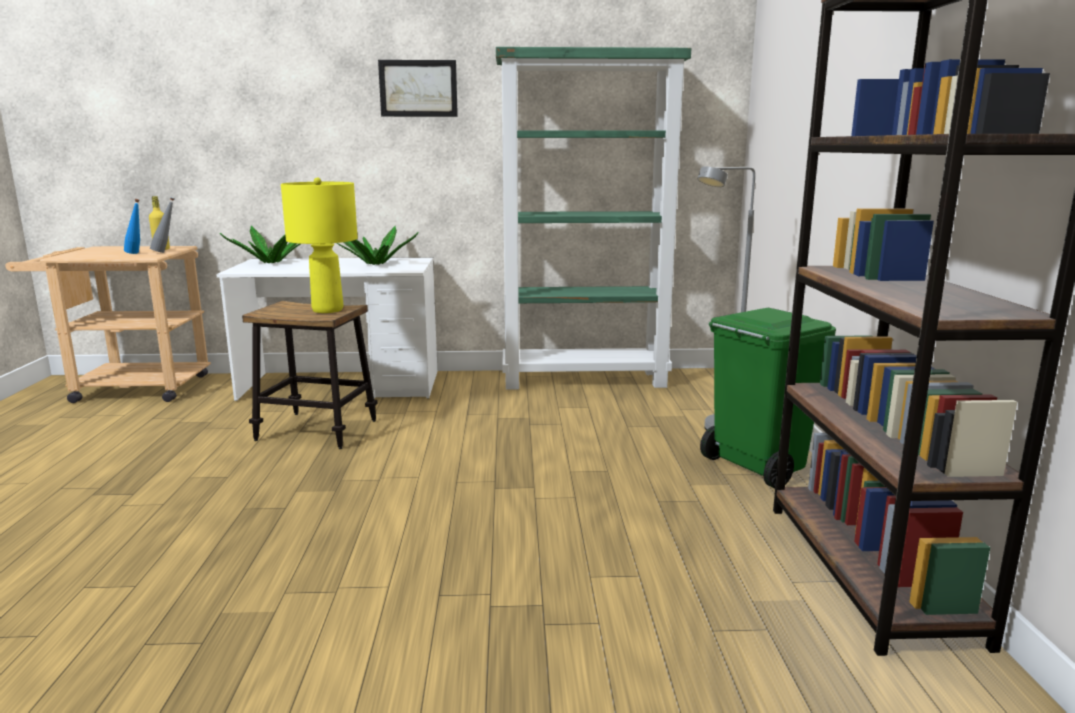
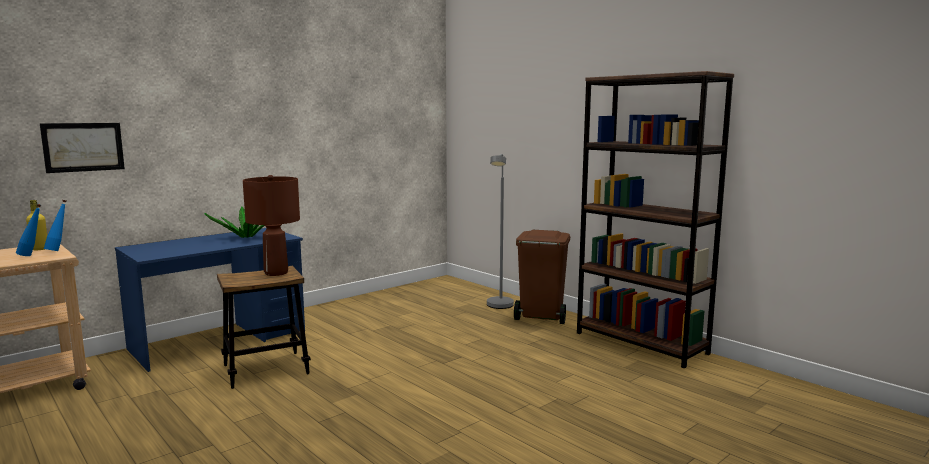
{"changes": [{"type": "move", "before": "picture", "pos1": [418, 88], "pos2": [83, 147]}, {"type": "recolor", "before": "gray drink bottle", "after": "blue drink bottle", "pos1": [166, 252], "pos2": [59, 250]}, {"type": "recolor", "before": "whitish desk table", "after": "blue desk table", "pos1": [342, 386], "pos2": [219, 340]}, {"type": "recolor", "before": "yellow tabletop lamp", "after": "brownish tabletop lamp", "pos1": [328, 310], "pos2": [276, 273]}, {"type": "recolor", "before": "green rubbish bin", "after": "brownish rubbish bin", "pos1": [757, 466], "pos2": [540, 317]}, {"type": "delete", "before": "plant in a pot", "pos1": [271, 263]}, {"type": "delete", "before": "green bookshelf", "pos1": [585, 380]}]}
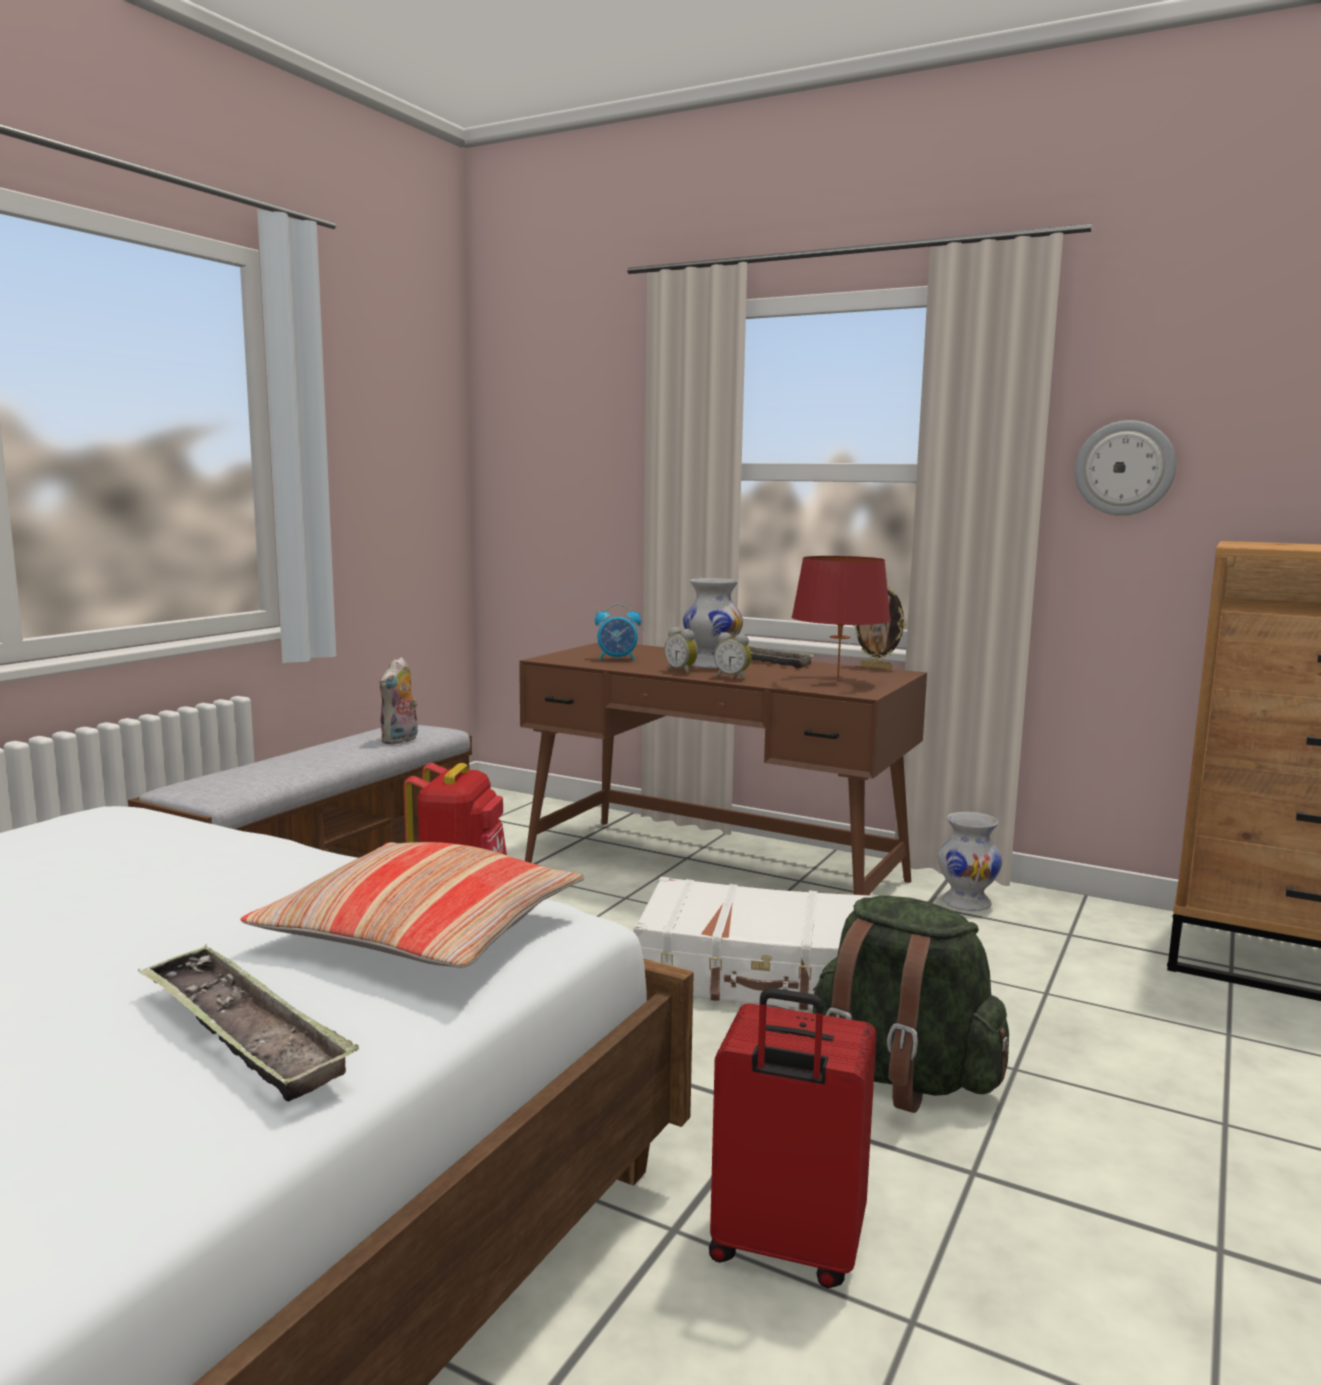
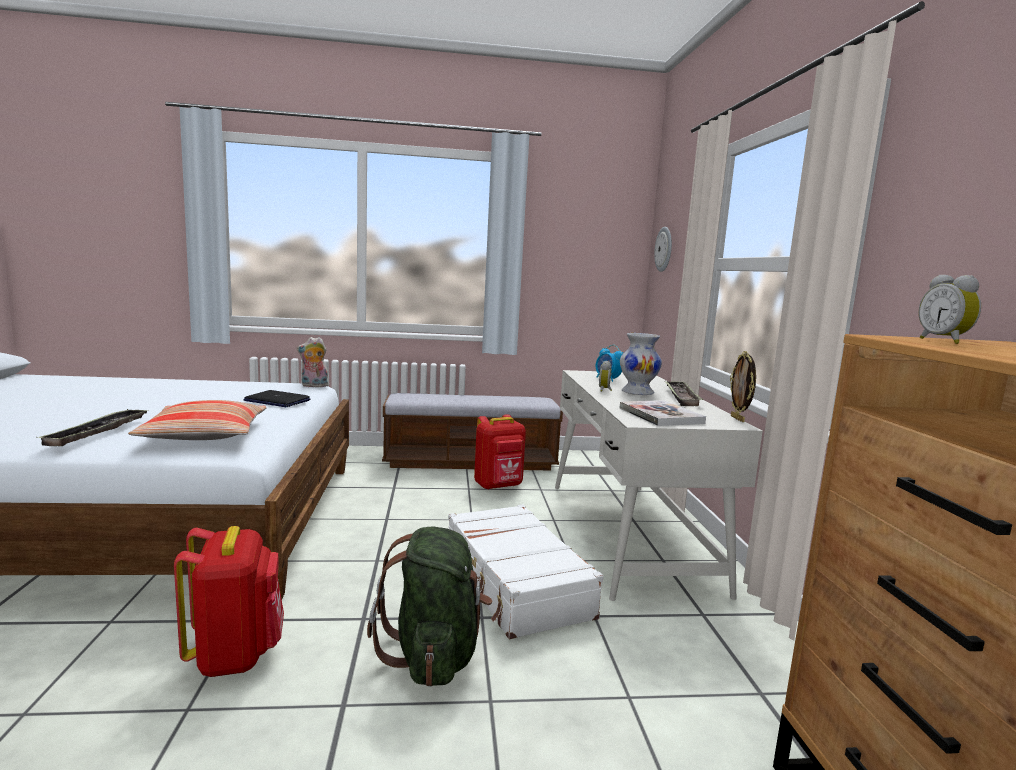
{"changes": [{"type": "replace", "before": "red-coloured suitcase", "after": "red-coloured rucksack", "pos1": [785, 1249], "pos2": [235, 654]}, {"type": "insert", "after": "portable computer", "pos2": [277, 400]}, {"type": "move", "before": "soft toy", "pos1": [400, 740], "pos2": [314, 386]}, {"type": "recolor", "before": "brownish desk table", "after": "whitish desk table", "pos1": [715, 872], "pos2": [628, 533]}, {"type": "replace", "before": "red-coloured tabletop lamp", "after": "book", "pos1": [838, 682], "pos2": [660, 415]}, {"type": "move", "before": "clock on the wall", "pos1": [1124, 468], "pos2": [664, 249]}, {"type": "move", "before": "bedside clock", "pos1": [733, 677], "pos2": [945, 341]}, {"type": "delete", "before": "whitish flower vase", "pos1": [966, 903]}]}
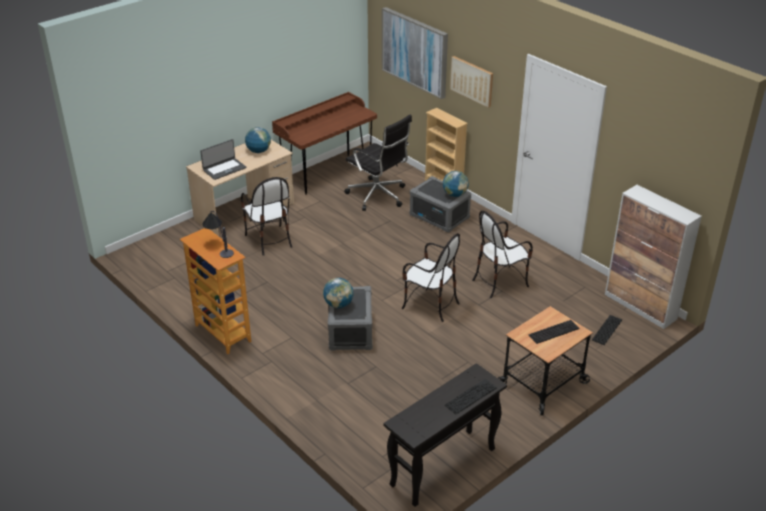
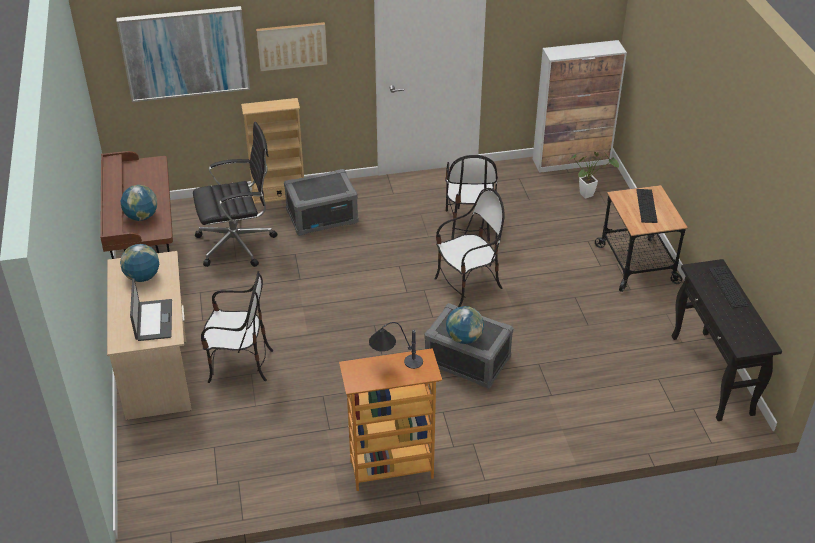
{"changes": [{"type": "move", "before": "world globe", "pos1": [455, 194], "pos2": [141, 216]}, {"type": "replace", "before": "computer keyboard", "after": "plant in a pot", "pos1": [607, 330], "pos2": [589, 194]}]}
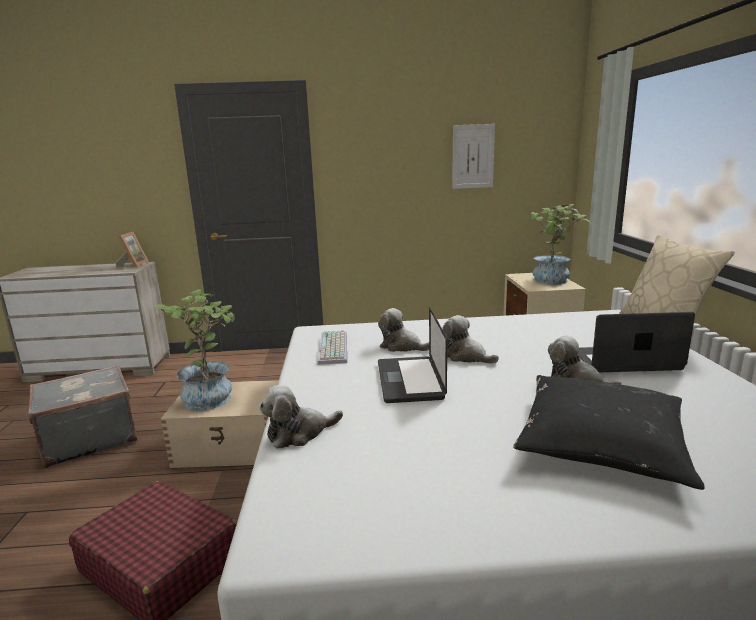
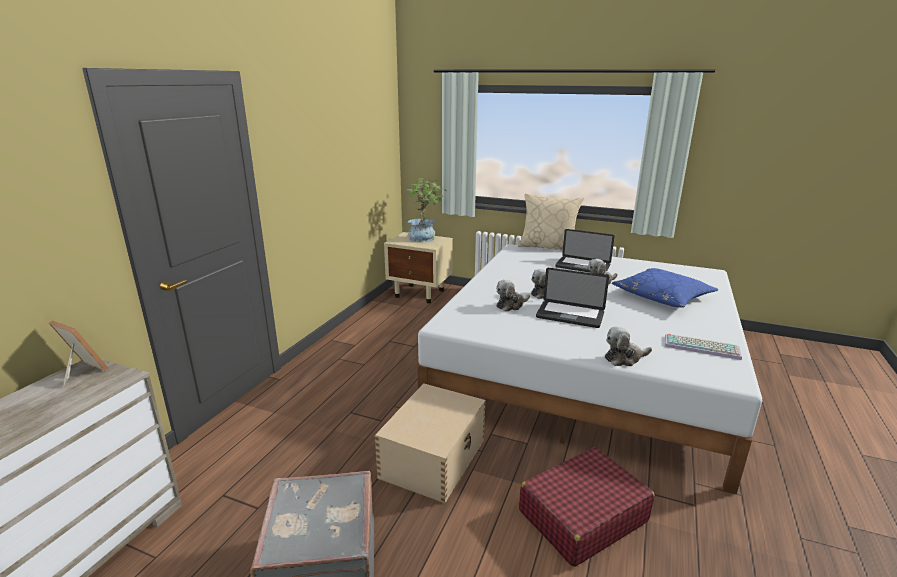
{"changes": [{"type": "rotate", "before": "portable computer", "pos1": [625, 361], "pos2": [582, 266], "turn": -90}, {"type": "rotate", "before": "soft toy", "pos1": [299, 433], "pos2": [624, 358], "turn": 75}, {"type": "recolor", "before": "black pillow", "after": "blue pillow", "pos1": [601, 442], "pos2": [662, 296]}, {"type": "move", "before": "computer keyboard", "pos1": [334, 348], "pos2": [702, 347]}, {"type": "delete", "before": "plant in a pot", "pos1": [211, 396]}, {"type": "delete", "before": "picture", "pos1": [473, 156]}]}
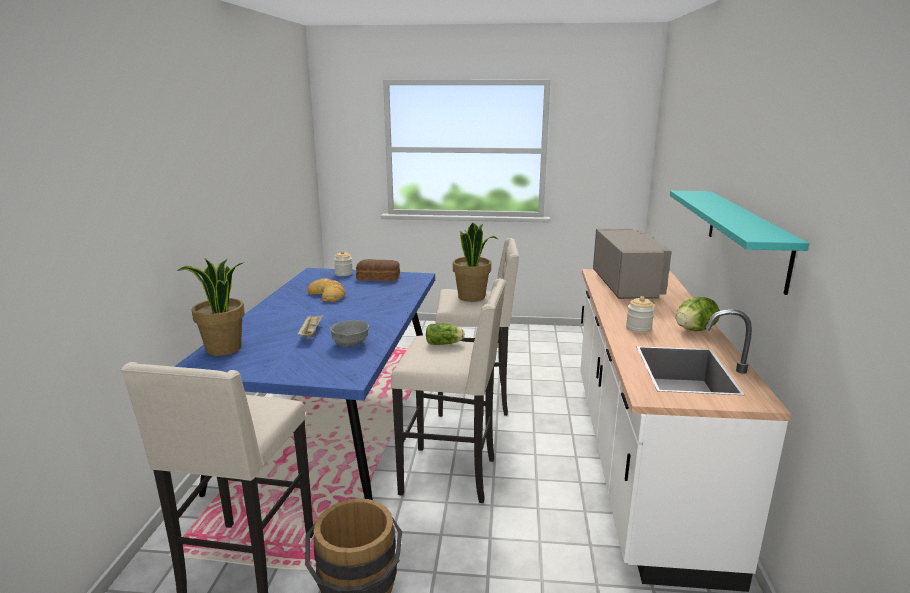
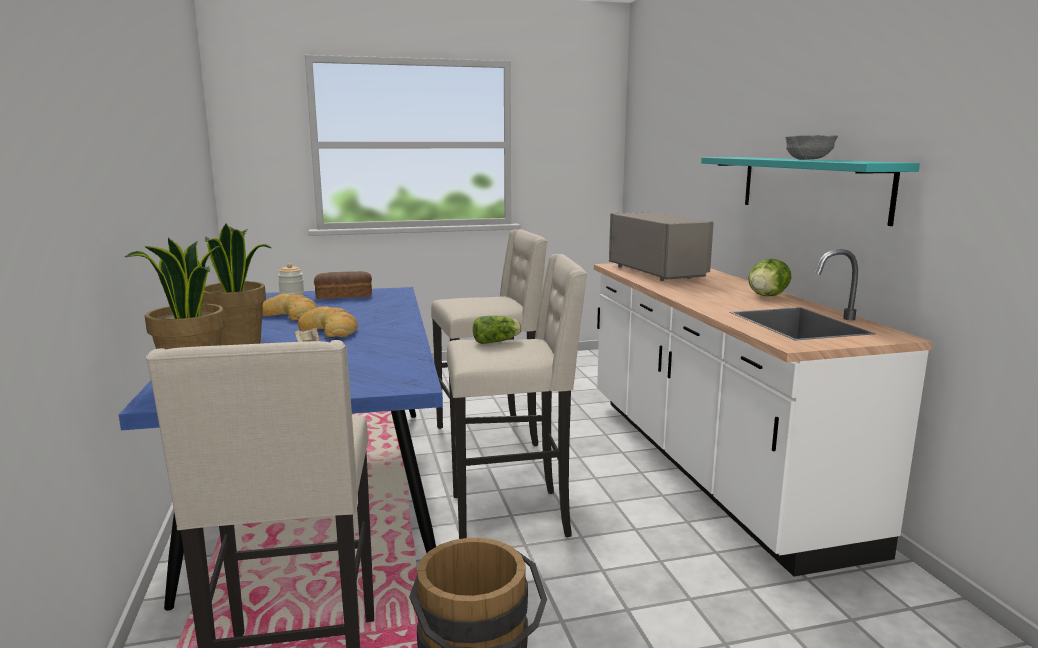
{"changes": [{"type": "move", "before": "plant in a pot", "pos1": [472, 297], "pos2": [239, 344]}, {"type": "insert", "after": "bread", "pos2": [330, 330]}, {"type": "move", "before": "gray serving bowl", "pos1": [350, 344], "pos2": [809, 159]}, {"type": "delete", "before": "storage jar", "pos1": [638, 328]}]}
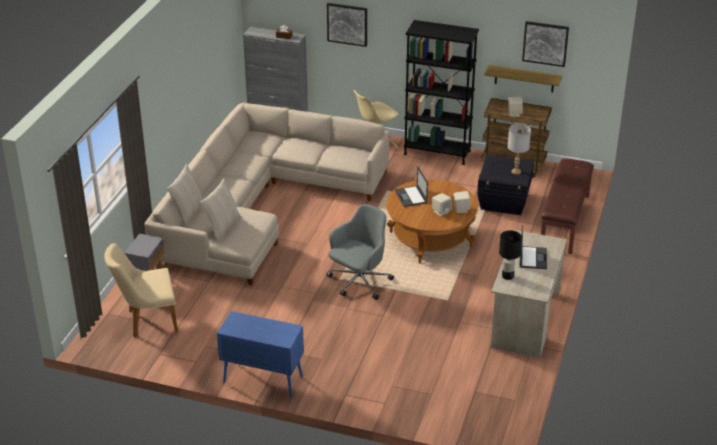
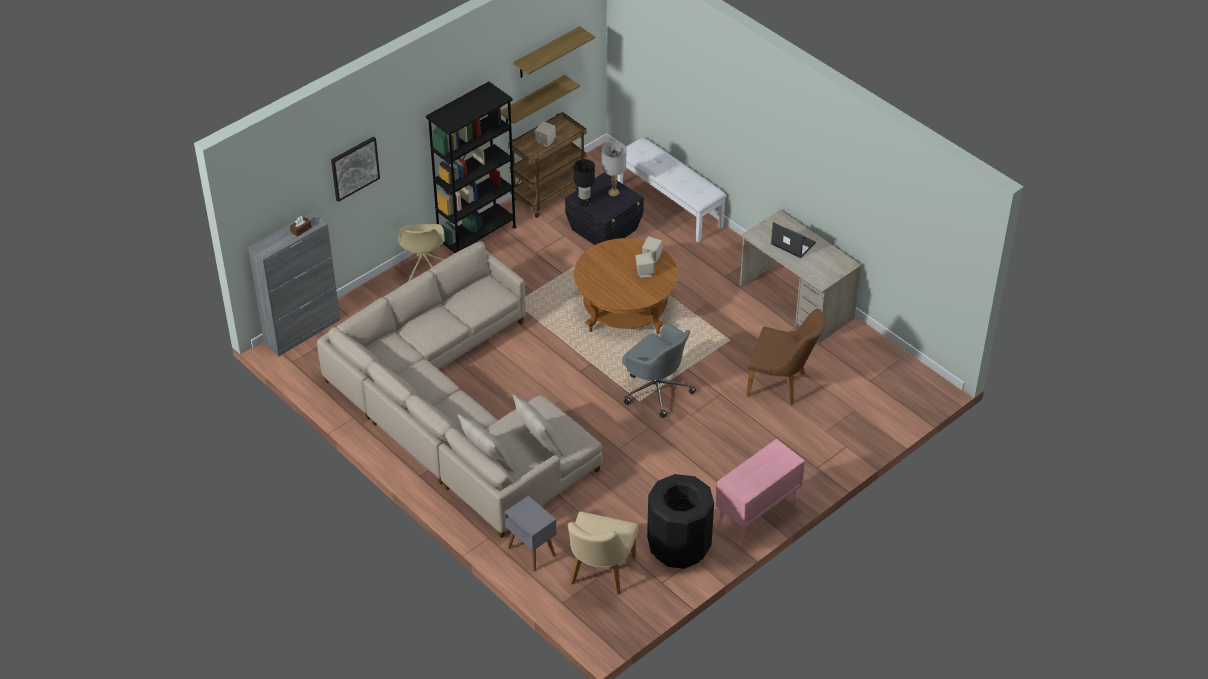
{"changes": [{"type": "replace", "before": "picture", "after": "shelf", "pos1": [545, 43], "pos2": [546, 53]}, {"type": "move", "before": "black tabletop lamp", "pos1": [507, 276], "pos2": [584, 203]}, {"type": "recolor", "before": "brownish bench", "after": "whitish bench", "pos1": [565, 221], "pos2": [670, 205]}, {"type": "rotate", "before": "gray desk chair", "pos1": [359, 282], "pos2": [656, 389], "turn": 150}, {"type": "insert", "after": "black rubbish bin", "pos2": [678, 547]}, {"type": "recolor", "before": "blue storage cabinet", "after": "pink storage cabinet", "pos1": [262, 380], "pos2": [756, 519]}, {"type": "insert", "after": "brownish chair", "pos2": [782, 385]}, {"type": "delete", "before": "portable computer", "pos1": [411, 197]}]}
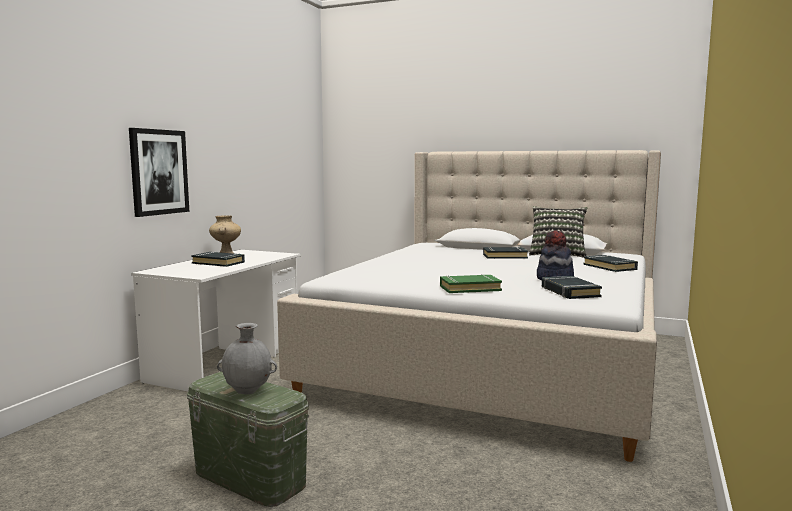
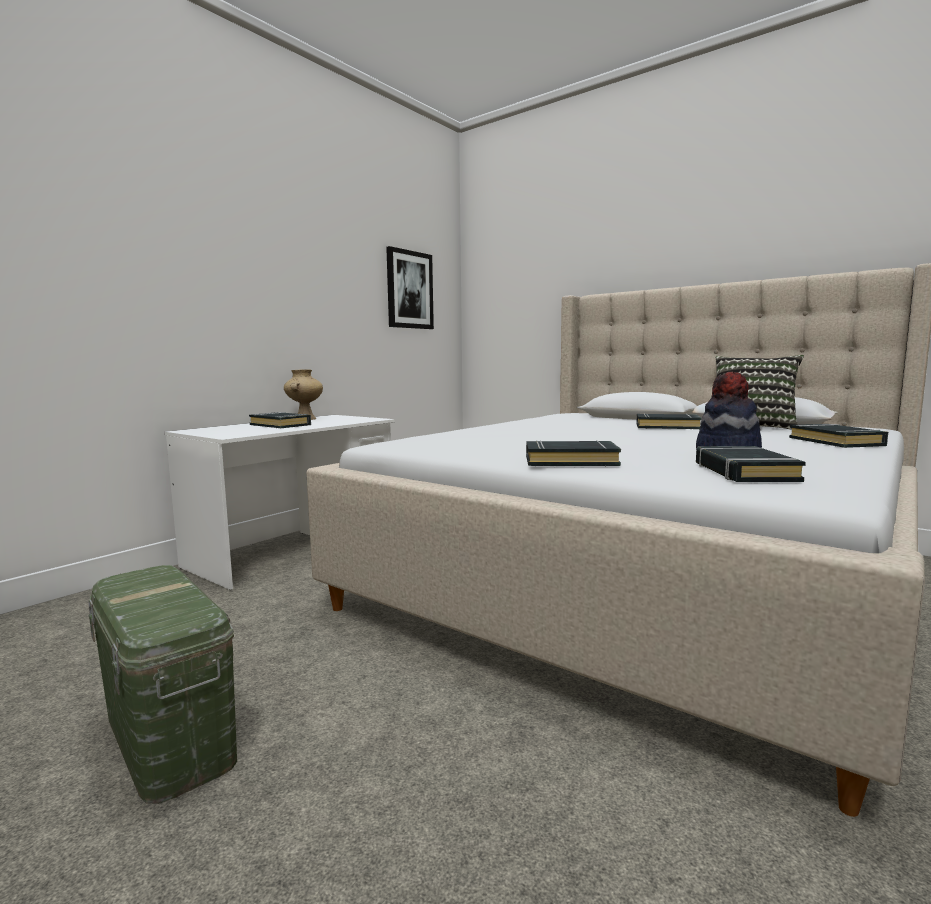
{"changes": [{"type": "move", "before": "picture", "pos1": [159, 172], "pos2": [409, 290]}, {"type": "recolor", "before": "green book", "after": "black book", "pos1": [469, 288], "pos2": [570, 461]}, {"type": "delete", "before": "gray flower vase", "pos1": [248, 391]}]}
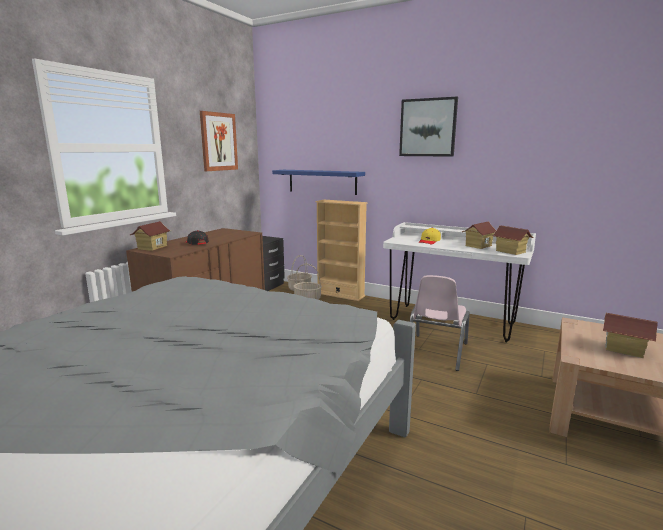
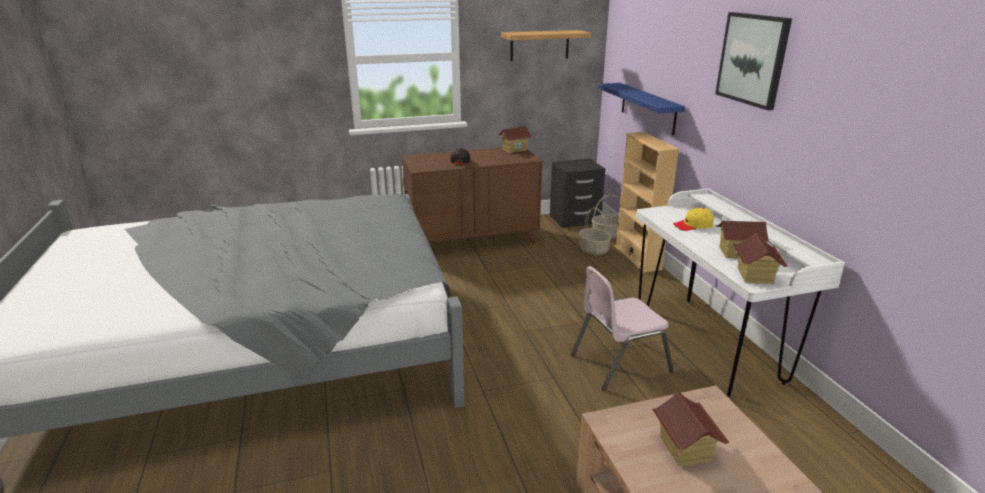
{"changes": [{"type": "move", "before": "model house", "pos1": [152, 247], "pos2": [514, 149]}, {"type": "replace", "before": "picture", "after": "shelf", "pos1": [218, 141], "pos2": [539, 45]}]}
